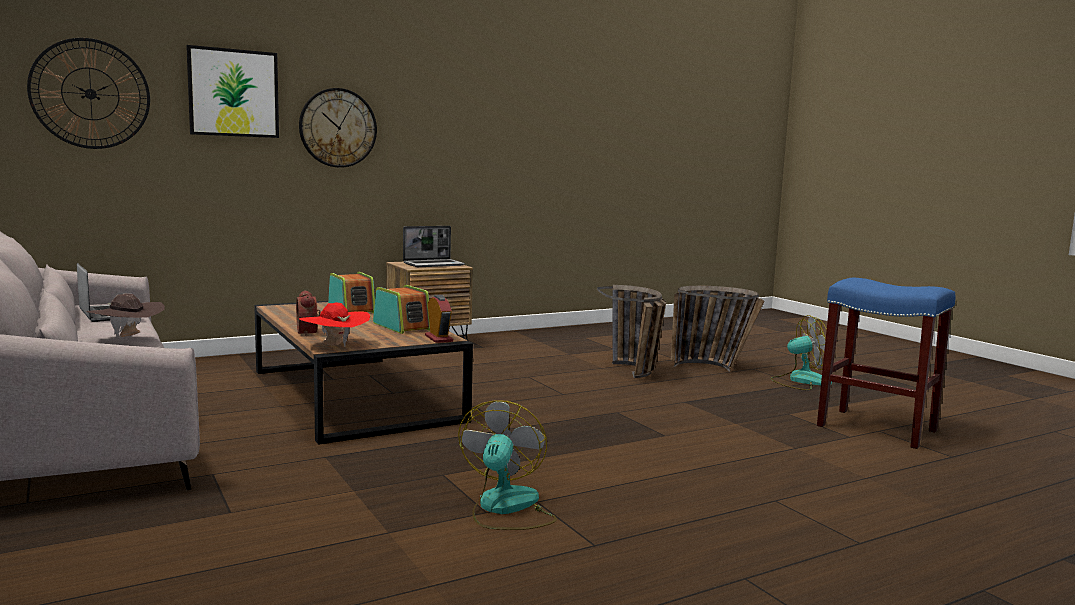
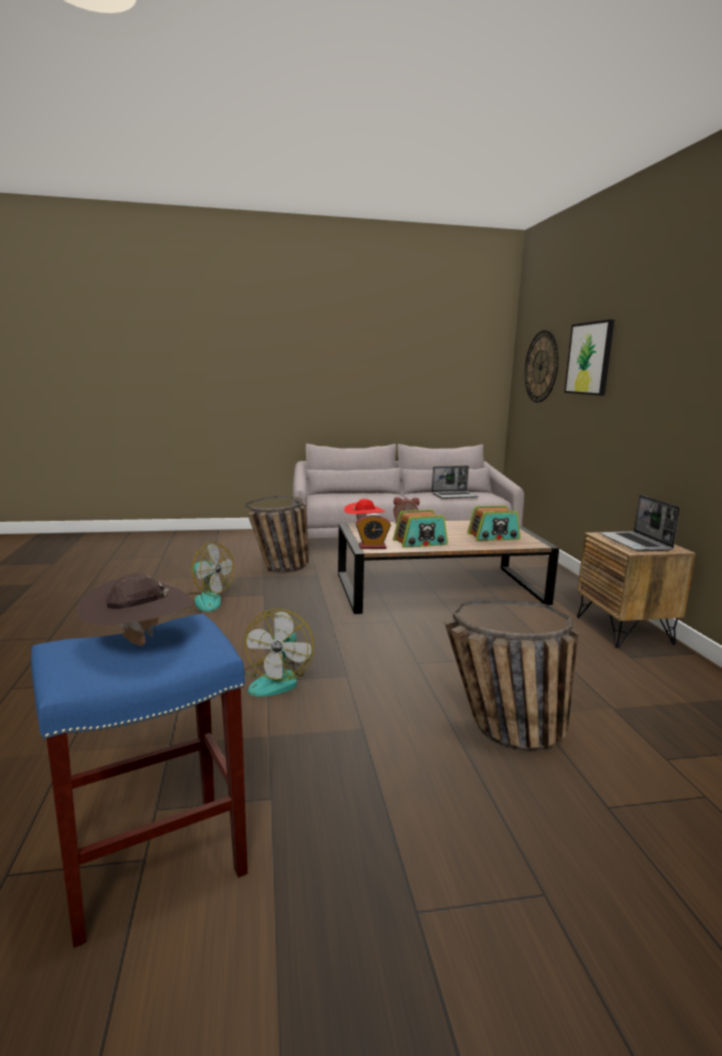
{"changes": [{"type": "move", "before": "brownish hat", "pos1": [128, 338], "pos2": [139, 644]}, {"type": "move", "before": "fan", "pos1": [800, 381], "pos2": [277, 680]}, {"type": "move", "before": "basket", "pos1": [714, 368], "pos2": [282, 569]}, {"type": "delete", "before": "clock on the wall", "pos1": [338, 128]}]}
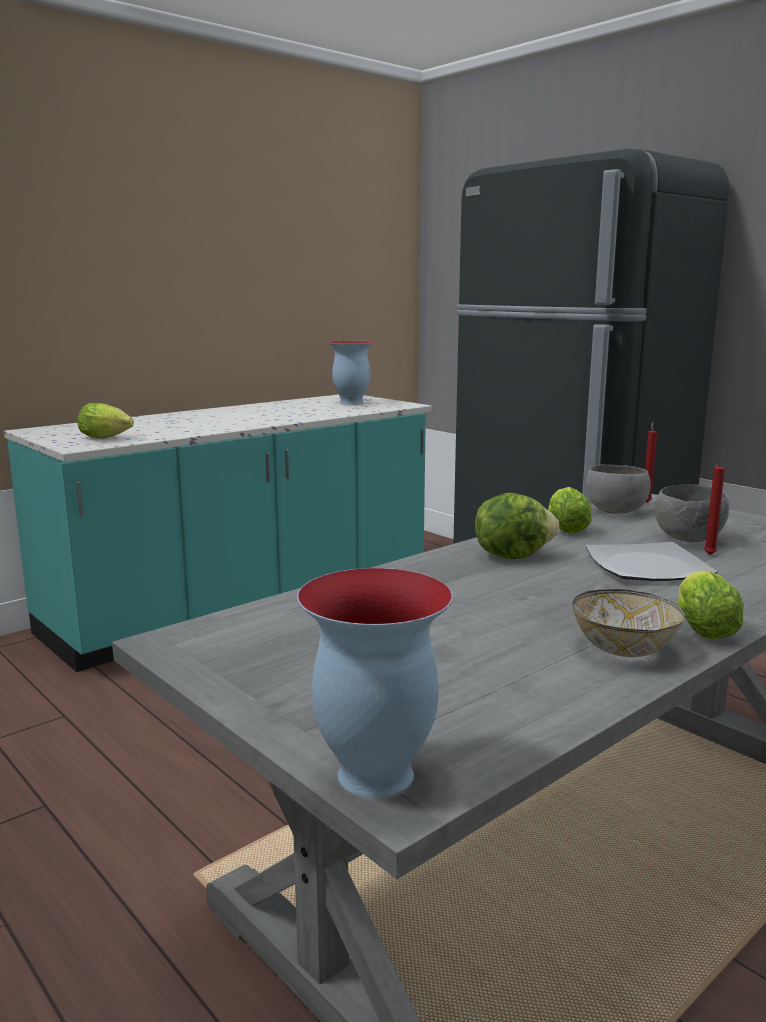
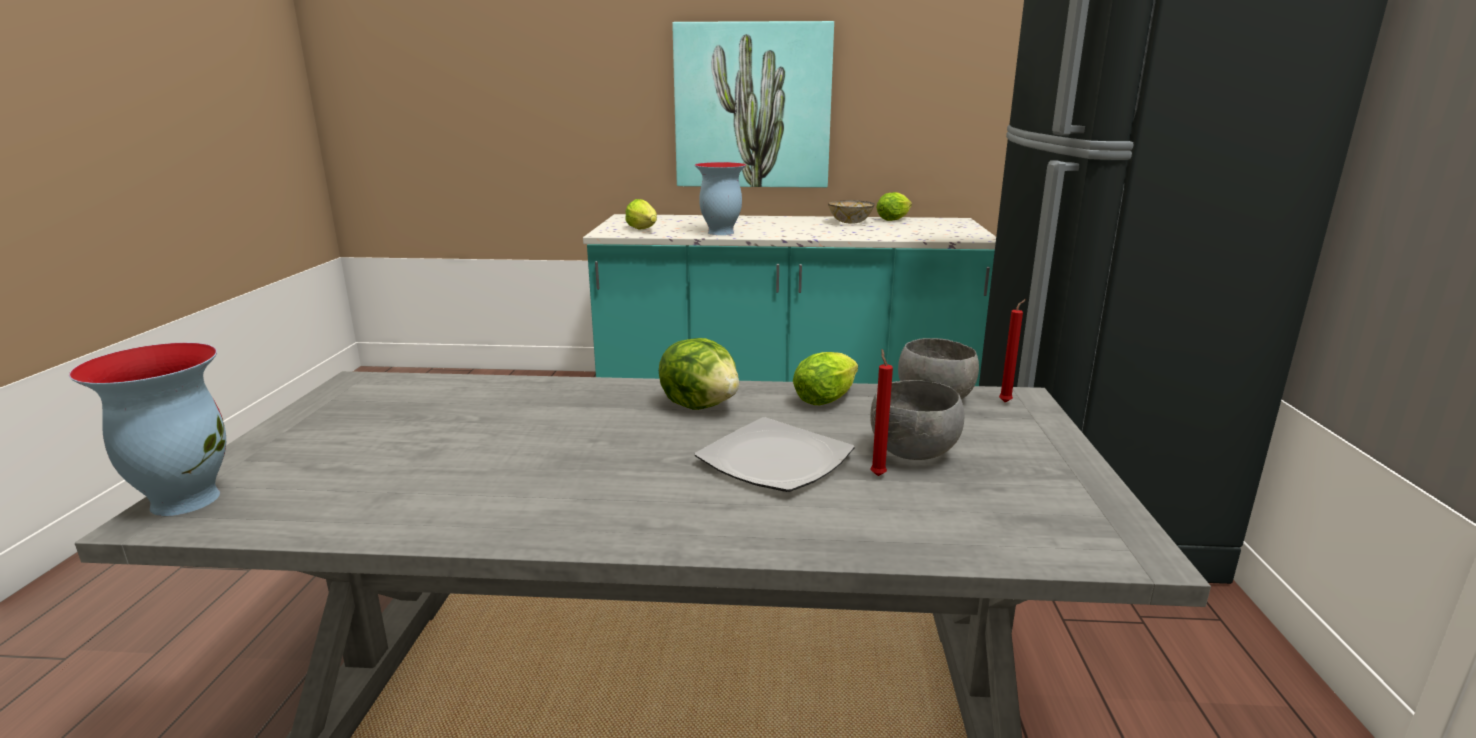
{"changes": [{"type": "insert", "after": "picture", "pos2": [752, 106]}, {"type": "move", "before": "flower vase", "pos1": [351, 403], "pos2": [720, 233]}, {"type": "move", "before": "serving bowl", "pos1": [623, 649], "pos2": [850, 222]}, {"type": "move", "before": "lettuce head", "pos1": [701, 628], "pos2": [895, 219]}]}
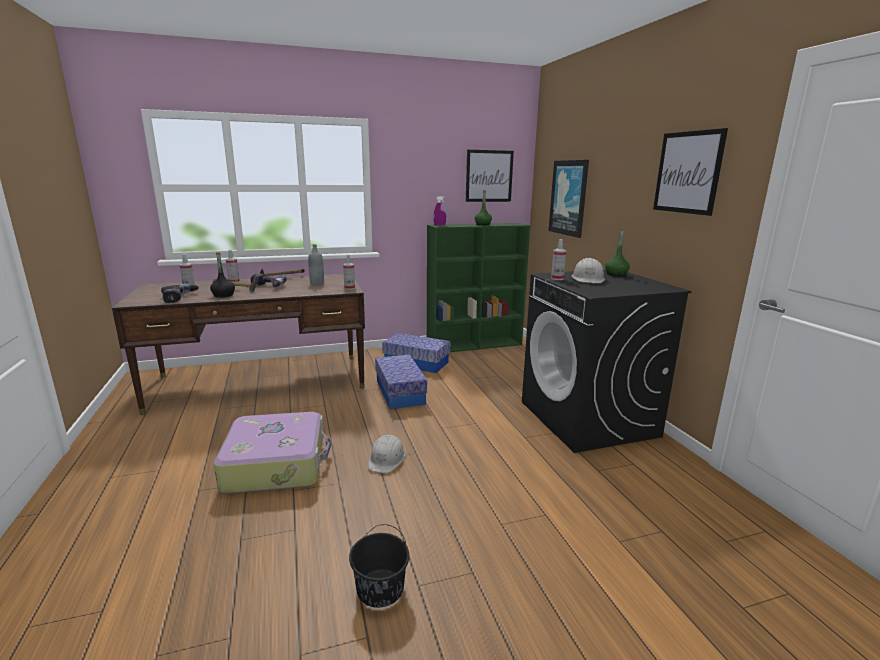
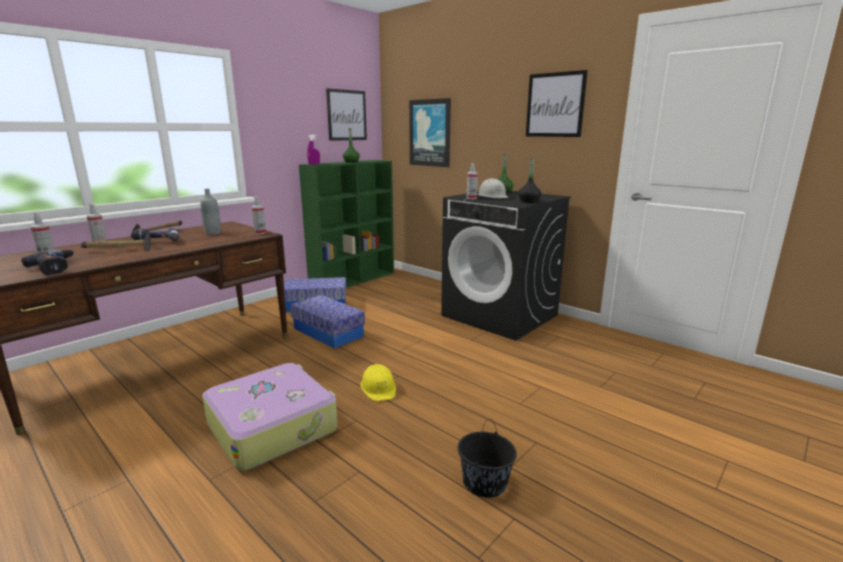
{"changes": [{"type": "recolor", "before": "whitish work helmet", "after": "yellow work helmet", "pos1": [387, 459], "pos2": [379, 388]}, {"type": "move", "before": "black drink bottle", "pos1": [223, 295], "pos2": [529, 201]}]}
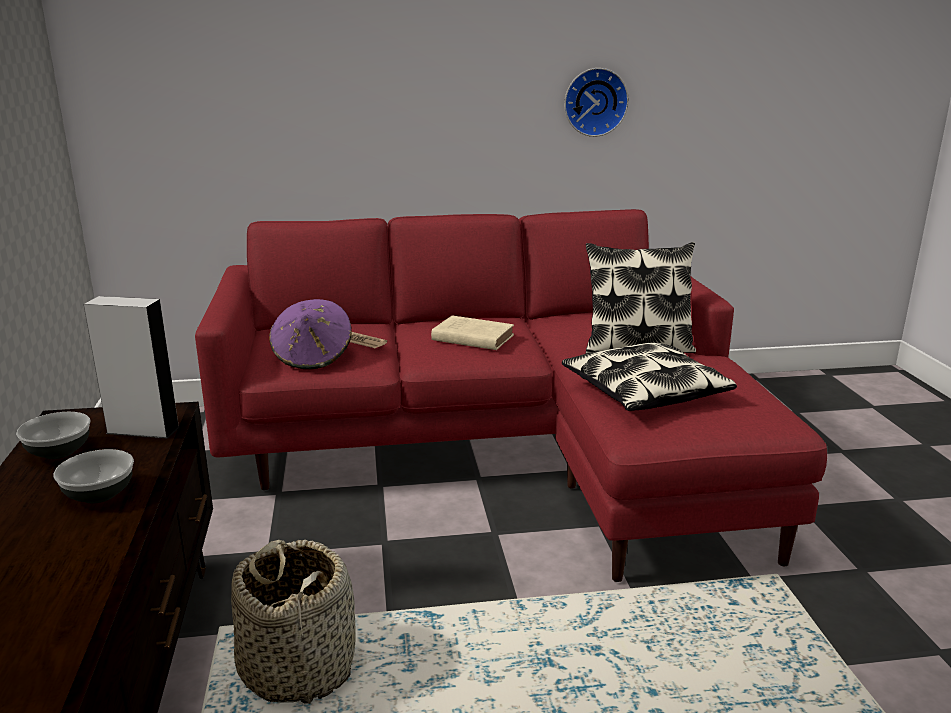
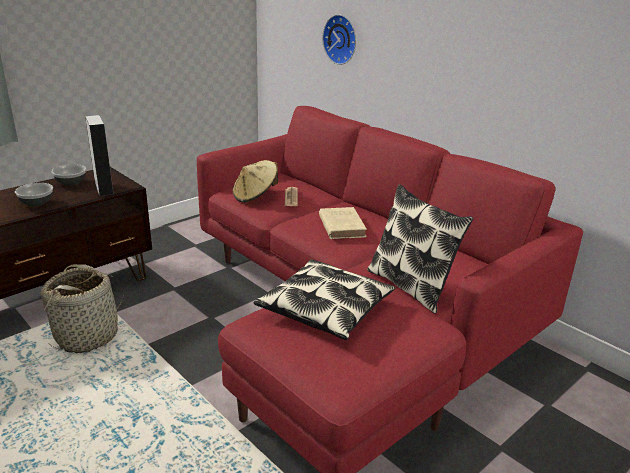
{"changes": [{"type": "recolor", "before": "purplish hat", "after": "beige-coloured hat", "pos1": [313, 357], "pos2": [255, 196]}, {"type": "move", "before": "clock on the wall", "pos1": [594, 102], "pos2": [341, 39]}]}
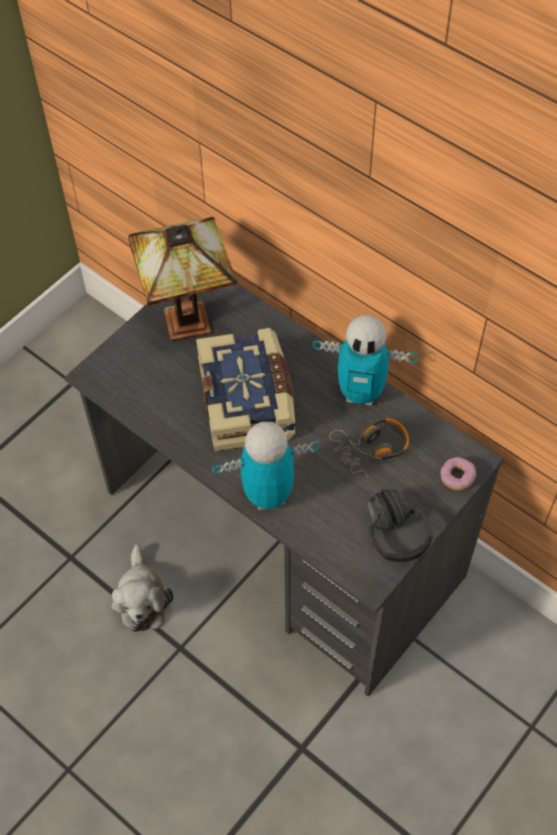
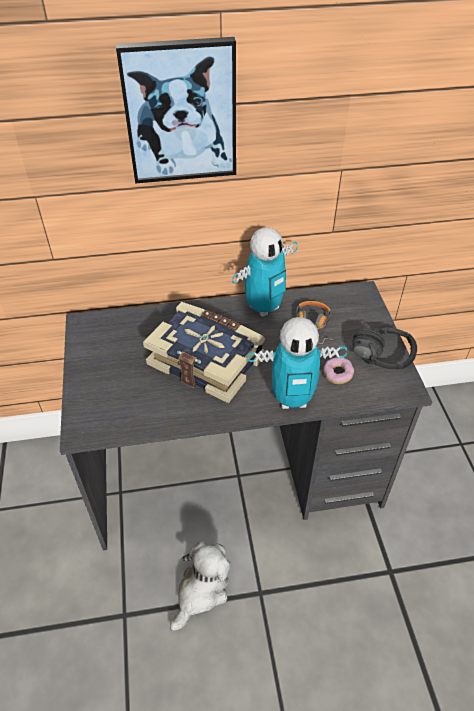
{"changes": [{"type": "insert", "after": "picture", "pos2": [180, 112]}, {"type": "rotate", "before": "soft toy", "pos1": [141, 598], "pos2": [201, 590], "turn": -90}, {"type": "rotate", "before": "toy robot", "pos1": [267, 495], "pos2": [292, 399], "turn": -120}, {"type": "move", "before": "ring doughnut", "pos1": [457, 477], "pos2": [337, 375]}, {"type": "delete", "before": "tabletop lamp", "pos1": [190, 318]}]}
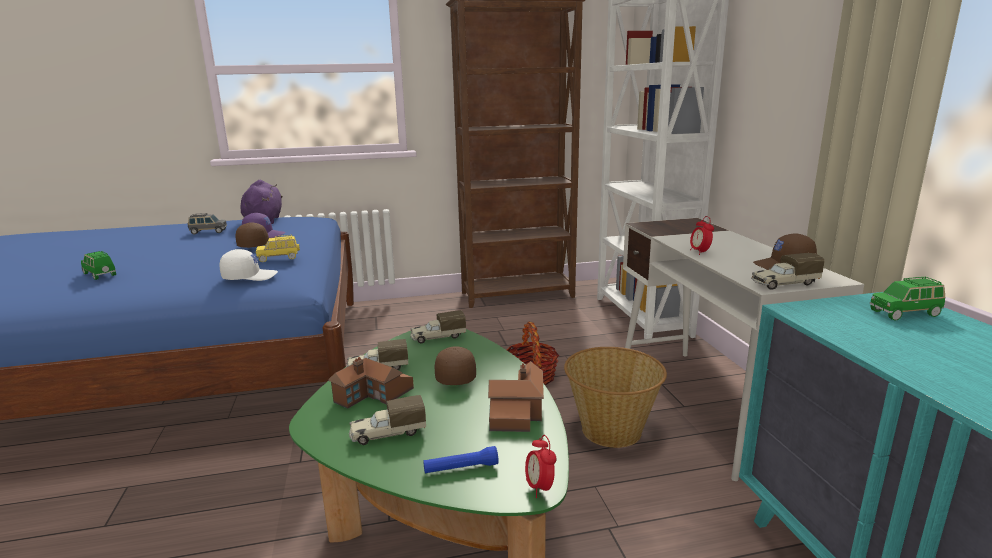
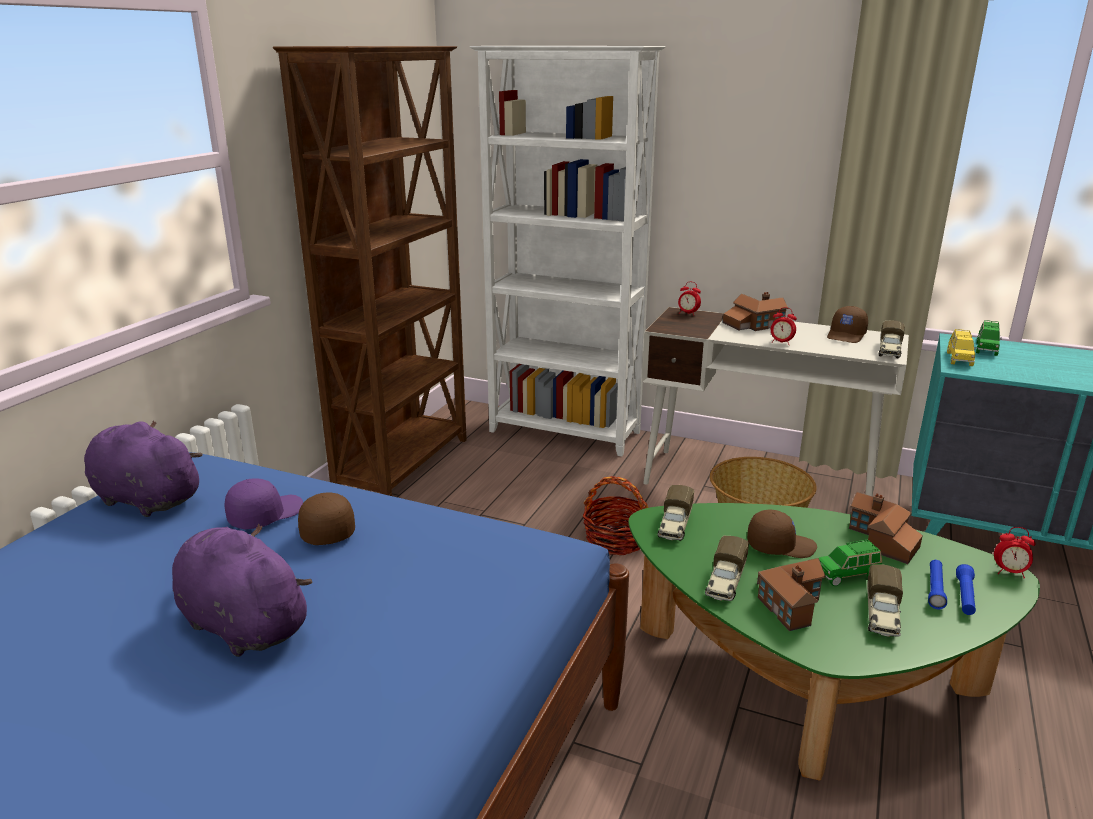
{"changes": [{"type": "insert", "after": "purplish soft toy", "pos2": [241, 623]}, {"type": "insert", "after": "bedside clock", "pos2": [688, 314]}, {"type": "insert", "after": "model house", "pos2": [753, 324]}, {"type": "rotate", "before": "brownish baseball cap", "pos1": [455, 375], "pos2": [780, 545], "turn": 150}, {"type": "move", "before": "green miniature car", "pos1": [100, 274], "pos2": [848, 575]}, {"type": "insert", "after": "blue hand torch", "pos2": [935, 589]}, {"type": "move", "before": "yellow miniature car", "pos1": [279, 258], "pos2": [959, 359]}, {"type": "delete", "before": "gray miniature car", "pos1": [208, 232]}, {"type": "delete", "before": "whitish baseball cap", "pos1": [249, 276]}]}
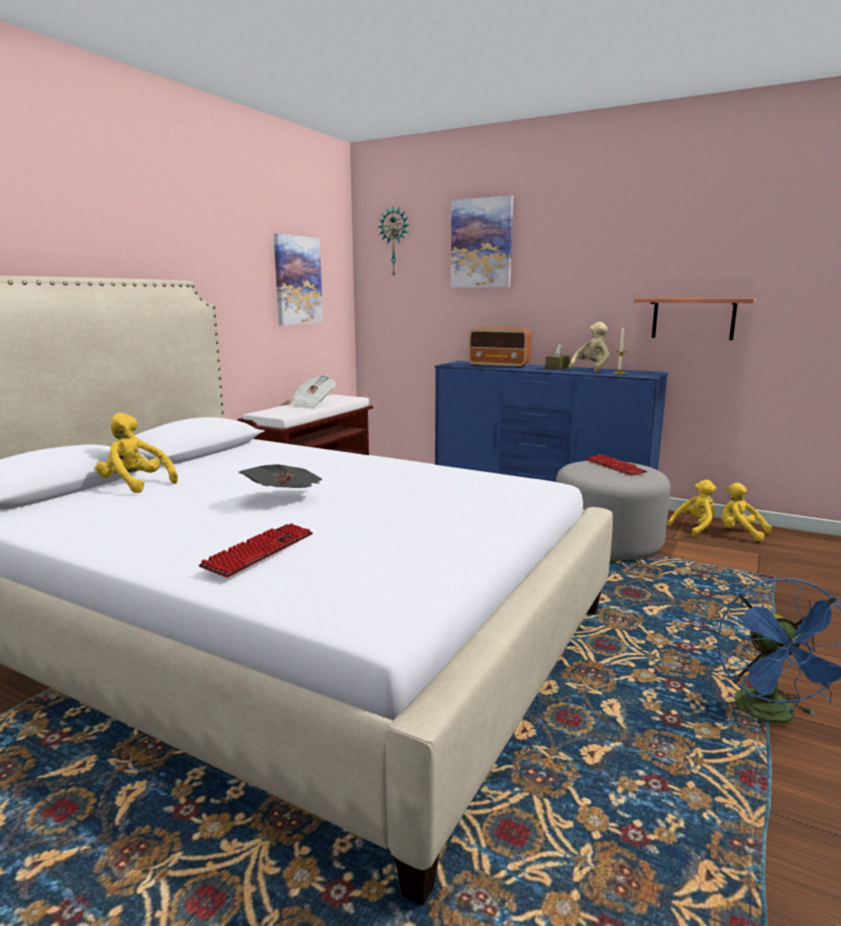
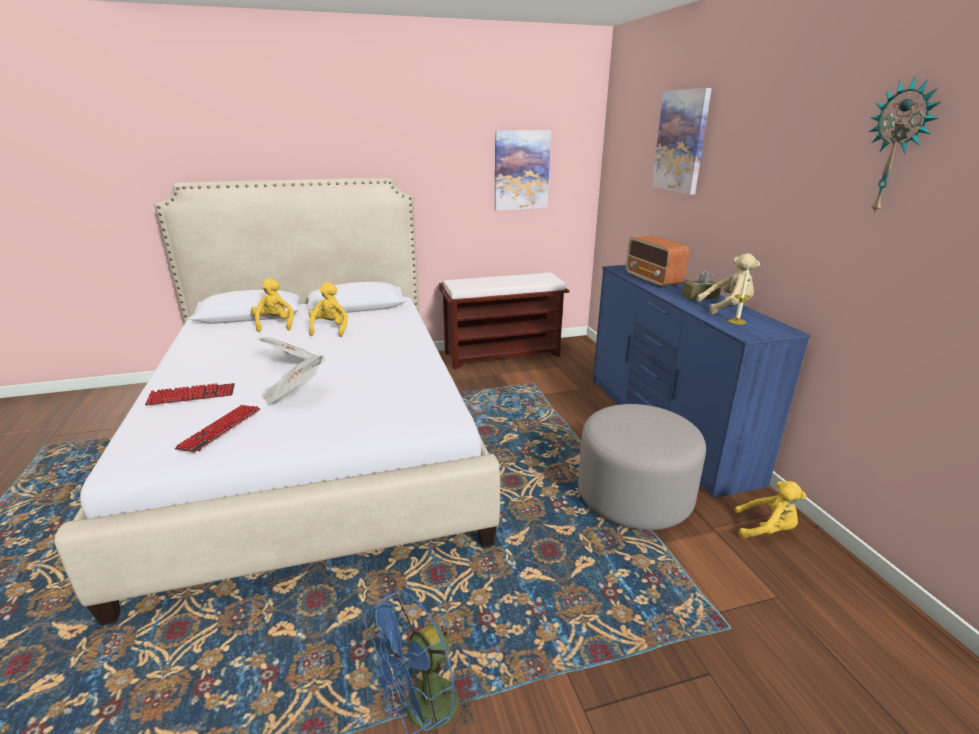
{"changes": [{"type": "move", "before": "computer keyboard", "pos1": [615, 466], "pos2": [220, 429]}, {"type": "move", "before": "daily paper", "pos1": [312, 404], "pos2": [294, 394]}, {"type": "move", "before": "yellow soft toy", "pos1": [740, 533], "pos2": [330, 329]}, {"type": "move", "before": "clock on the wall", "pos1": [395, 242], "pos2": [897, 149]}, {"type": "delete", "before": "shelf", "pos1": [693, 318]}]}
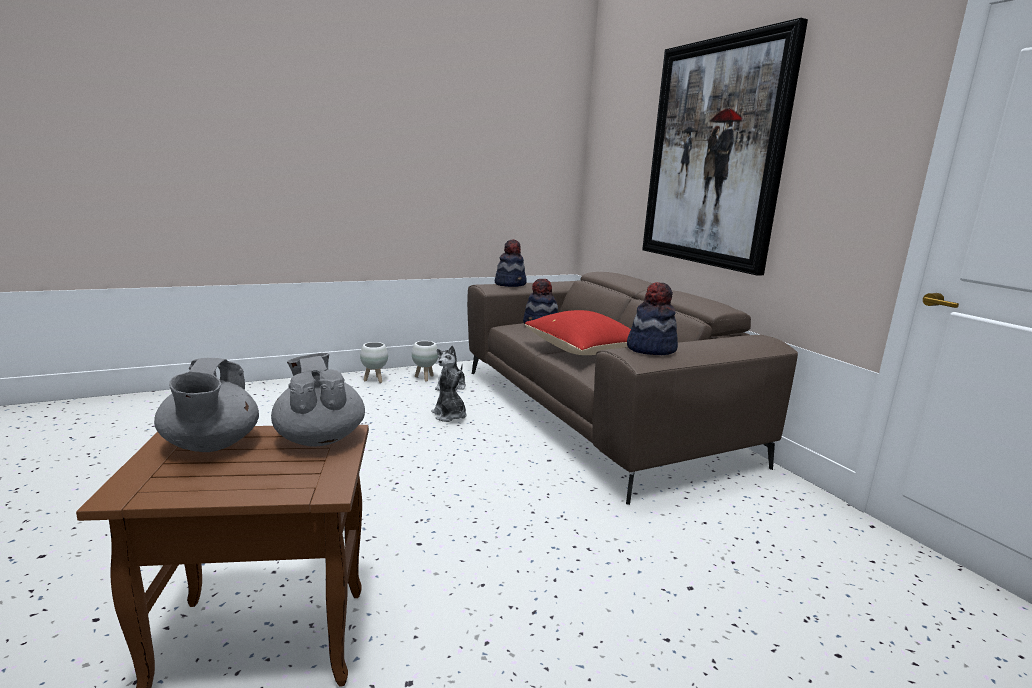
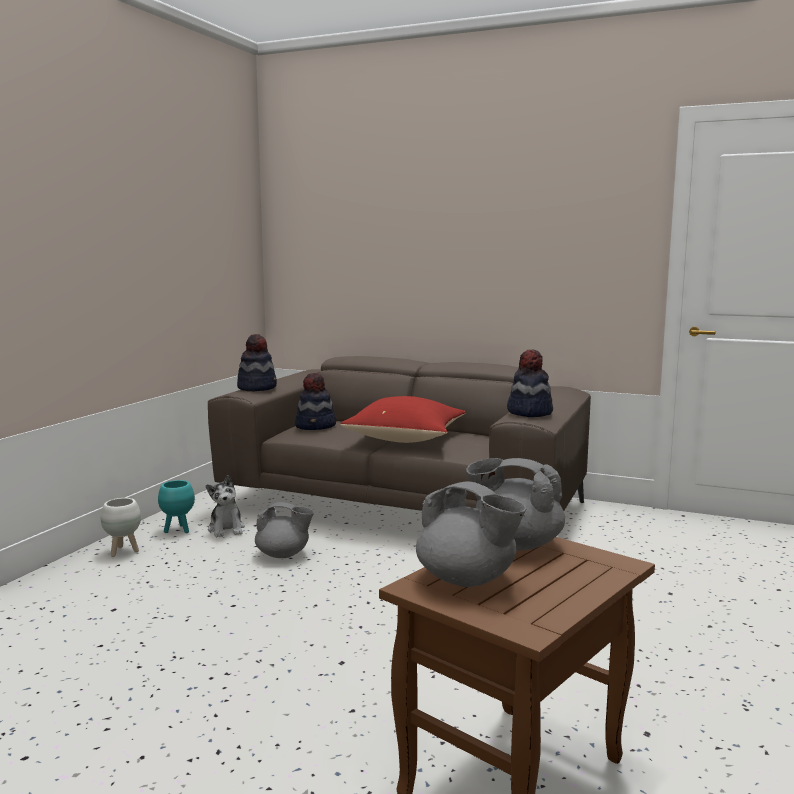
{"changes": [{"type": "recolor", "before": "whitish plant pot", "after": "turquoise-coloured plant pot", "pos1": [424, 378], "pos2": [178, 530]}, {"type": "replace", "before": "soft toy", "after": "gray tea pot", "pos1": [449, 416], "pos2": [283, 555]}, {"type": "delete", "before": "picture", "pos1": [714, 154]}]}
